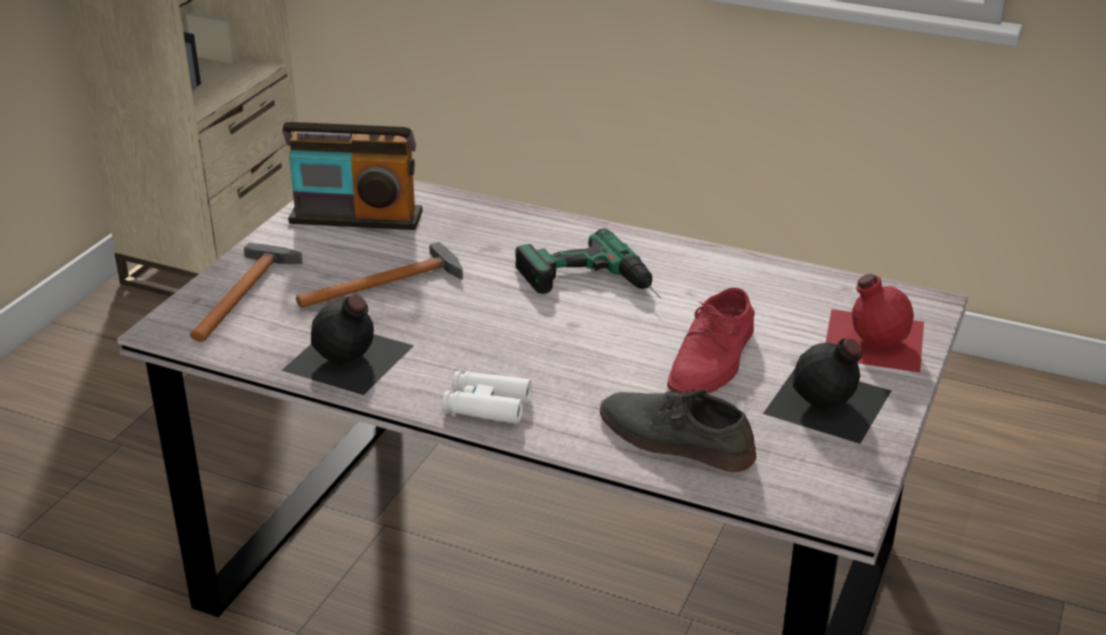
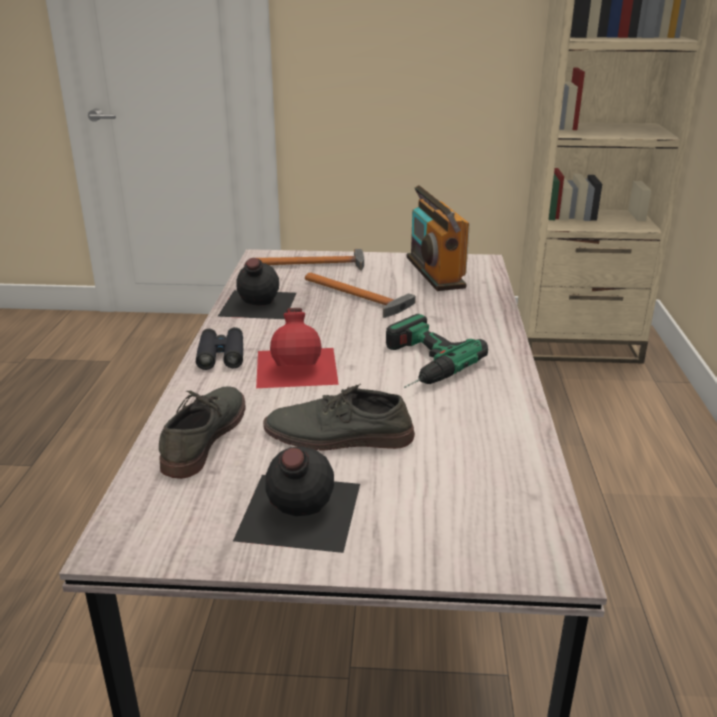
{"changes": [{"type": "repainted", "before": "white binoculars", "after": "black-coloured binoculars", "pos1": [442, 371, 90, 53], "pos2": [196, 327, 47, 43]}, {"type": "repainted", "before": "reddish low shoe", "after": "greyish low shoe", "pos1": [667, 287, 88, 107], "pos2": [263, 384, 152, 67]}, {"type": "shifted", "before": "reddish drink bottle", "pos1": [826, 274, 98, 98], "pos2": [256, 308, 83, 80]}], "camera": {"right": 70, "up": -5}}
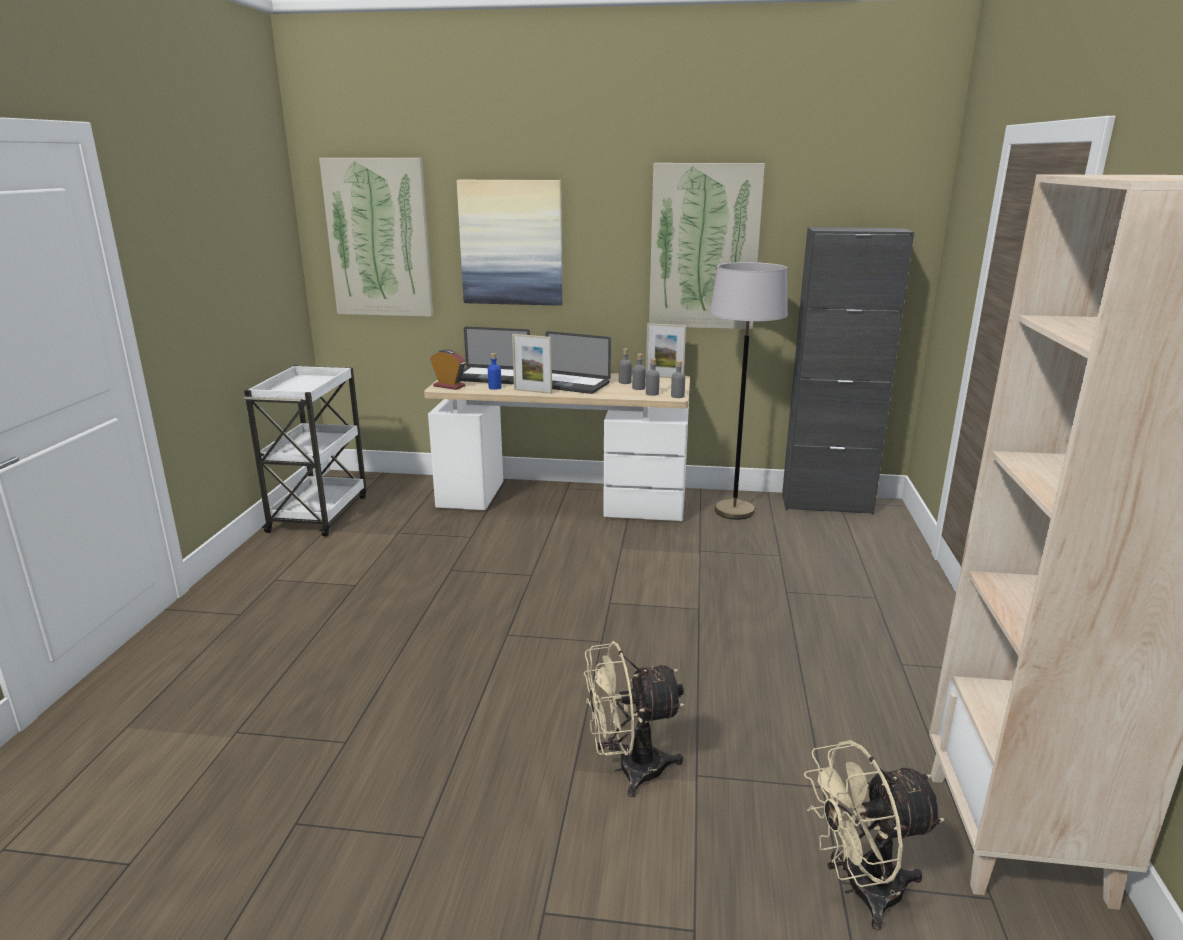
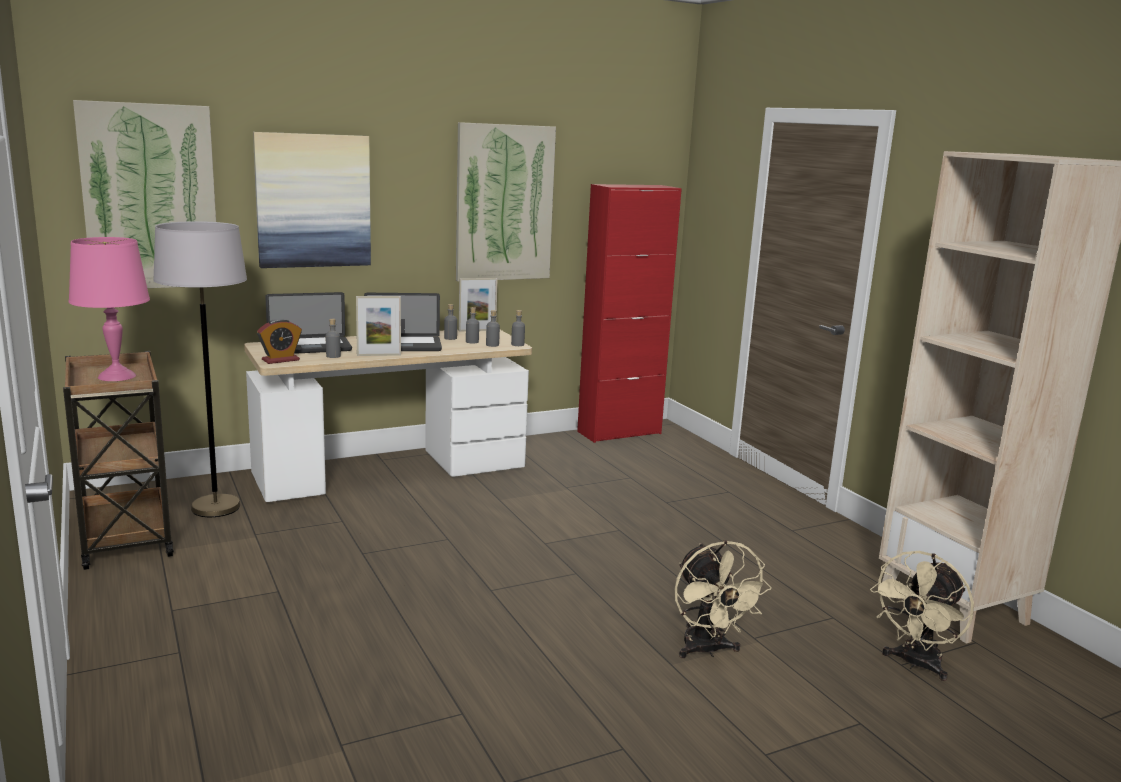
{"changes": [{"type": "repainted", "before": "white wheeled cart", "after": "brown wheeled cart", "pos1": [244, 365, 122, 171], "pos2": [63, 351, 111, 219]}, {"type": "rotated", "before": "bedside clock", "pos1": [430, 349, 35, 41], "pos2": [257, 319, 45, 45], "turn": 150}, {"type": "repainted", "before": "blue-coloured drink bottle", "after": "greyish drink bottle", "pos1": [488, 353, 14, 37], "pos2": [326, 319, 15, 39]}, {"type": "rotated", "before": "sand-coloured cooling fan", "pos1": [584, 641, 100, 157], "pos2": [674, 540, 98, 118], "turn": -60}, {"type": "shifted", "before": "greyish standard lamp", "pos1": [710, 262, 78, 258], "pos2": [153, 221, 94, 296]}, {"type": "repainted", "before": "black-coloured storage cabinet", "after": "reddish storage cabinet", "pos1": [782, 227, 132, 288], "pos2": [577, 184, 105, 259]}, {"type": "new", "after": "pinkish tabletop lamp", "pos2": [69, 237, 81, 144]}], "camera": {"right": -35, "up": -5}}
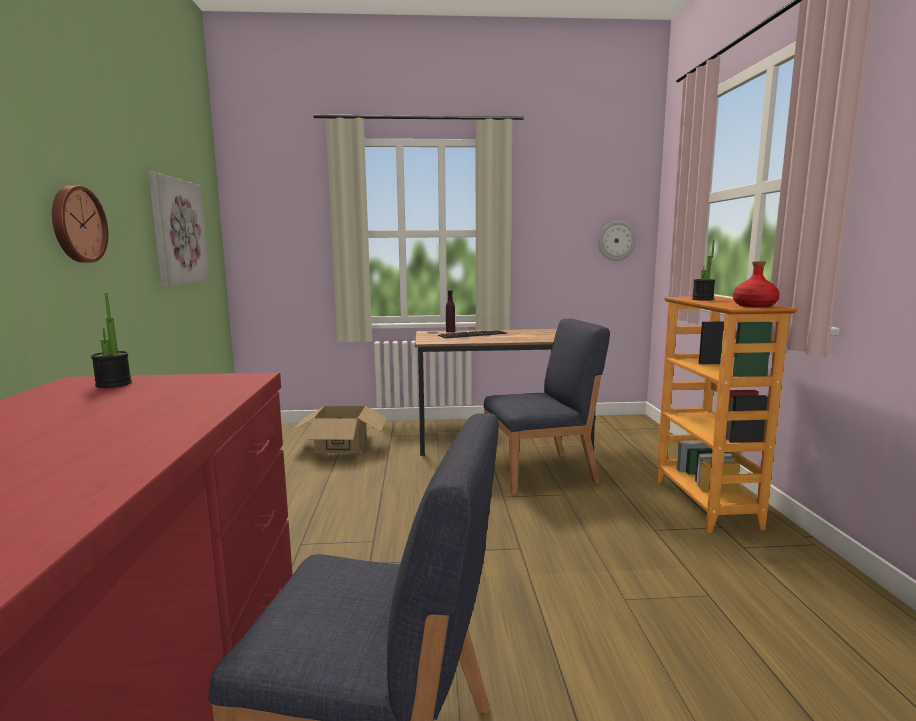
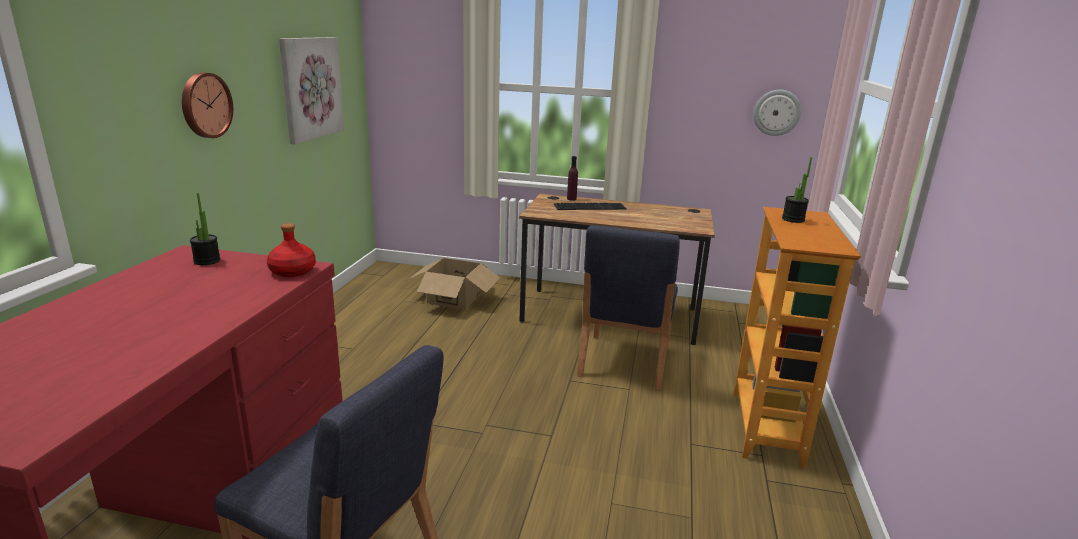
{"changes": [{"type": "rotated", "before": "blue-coloured chair", "pos1": [484, 318, 126, 177], "pos2": [577, 225, 103, 166], "turn": 105}, {"type": "shifted", "before": "reddish drink bottle", "pos1": [733, 261, 47, 46], "pos2": [267, 223, 49, 54]}], "camera": {"right": 15, "up": 10}}
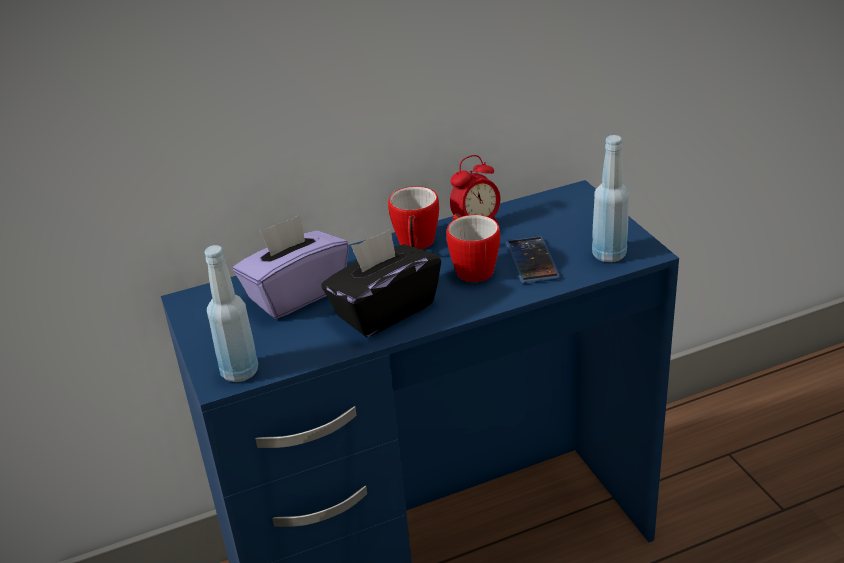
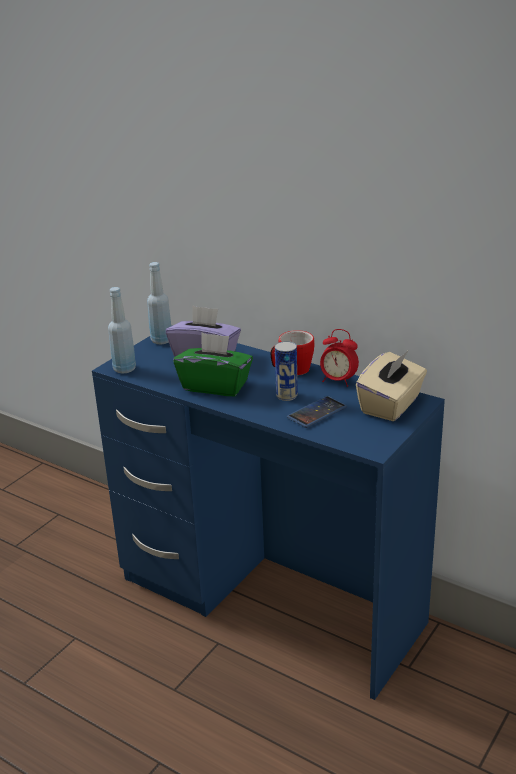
{"changes": [{"type": "repainted", "before": "black-coloured box of tissues", "after": "greenish box of tissues", "pos1": [321, 229, 120, 108], "pos2": [173, 332, 80, 64]}, {"type": "swapped", "before": "tea mug", "after": "can", "pos1": [446, 213, 54, 69], "pos2": [275, 341, 23, 60]}, {"type": "shifted", "before": "blue-coloured drink bottle", "pos1": [592, 135, 37, 127], "pos2": [147, 262, 24, 82]}, {"type": "new", "after": "sand-coloured box of tissues", "pos2": [356, 351, 71, 70]}], "camera": {"right": 55, "up": -5}}
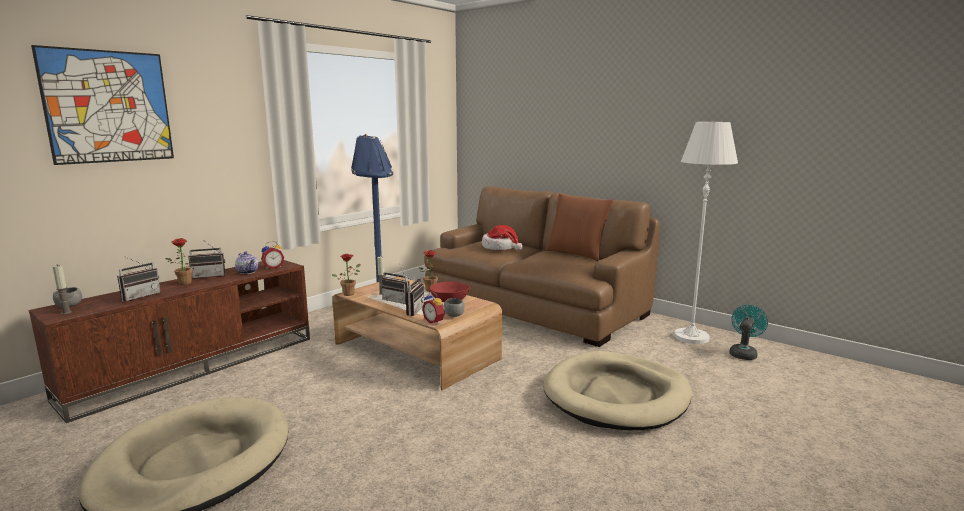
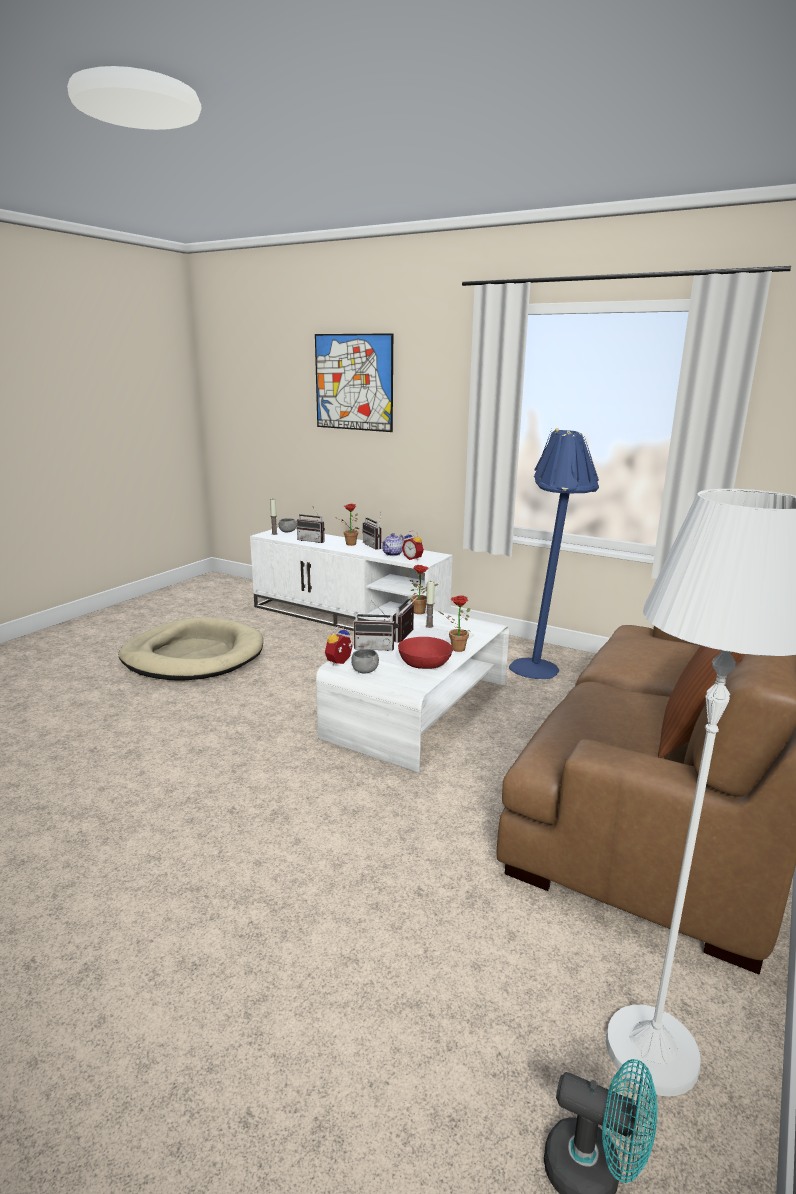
{"changes": [{"type": "repainted", "before": "brown tv stand", "after": "white tv stand", "pos1": [29, 260, 281, 163], "pos2": [250, 527, 203, 104]}, {"type": "repainted", "before": "brown lounge table", "after": "white lounge table", "pos1": [332, 277, 170, 113], "pos2": [316, 609, 193, 164]}, {"type": "gone", "before": "clothing hat", "pos1": [482, 225, 41, 26]}, {"type": "gone", "before": "sand-coloured dog bed", "pos1": [543, 351, 149, 79]}], "camera": {"right": 80, "up": 5}}
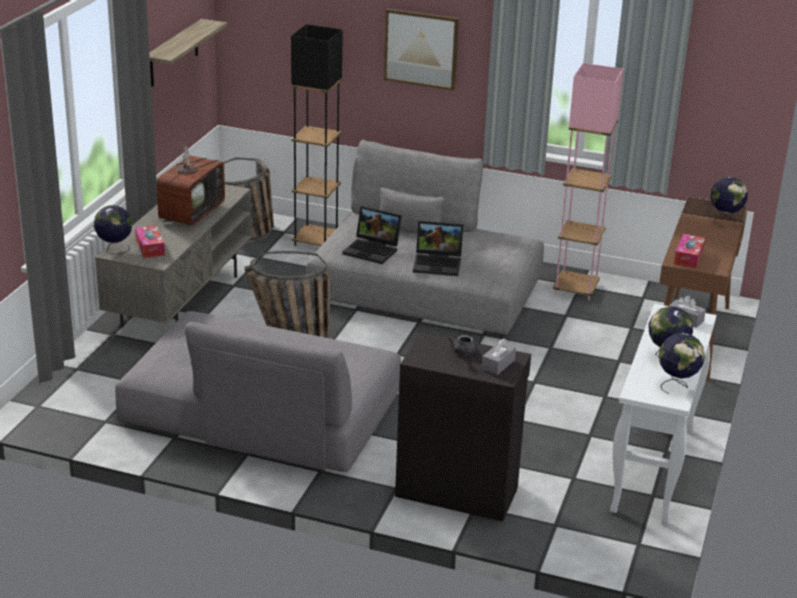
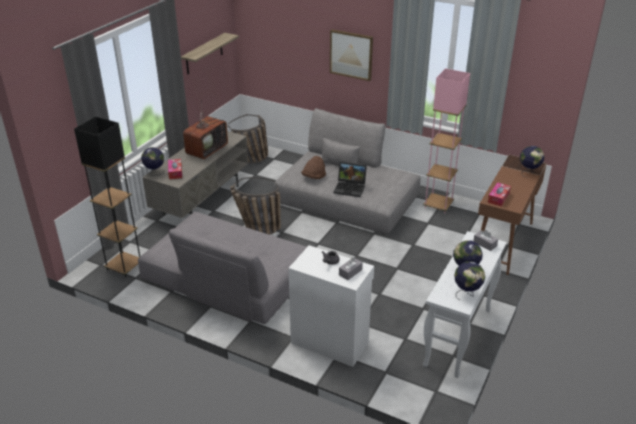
{"changes": [{"type": "shifted", "before": "black-coloured standard lamp", "pos1": [291, 24, 52, 222], "pos2": [74, 117, 66, 160]}, {"type": "swapped", "before": "portable computer", "after": "brown clothing hat", "pos1": [342, 206, 60, 58], "pos2": [301, 156, 25, 23]}, {"type": "repainted", "before": "black-coloured storage cabinet", "after": "white storage cabinet", "pos1": [395, 332, 136, 190], "pos2": [288, 245, 86, 122]}], "camera": {"right": 10, "up": 5}}
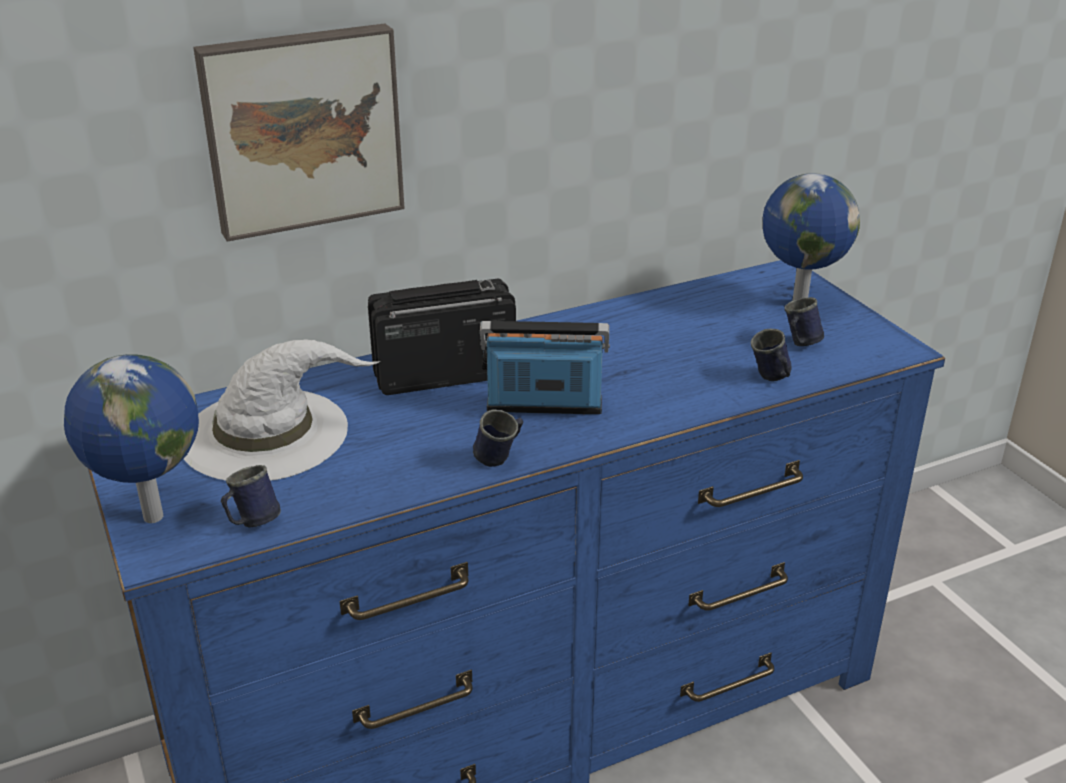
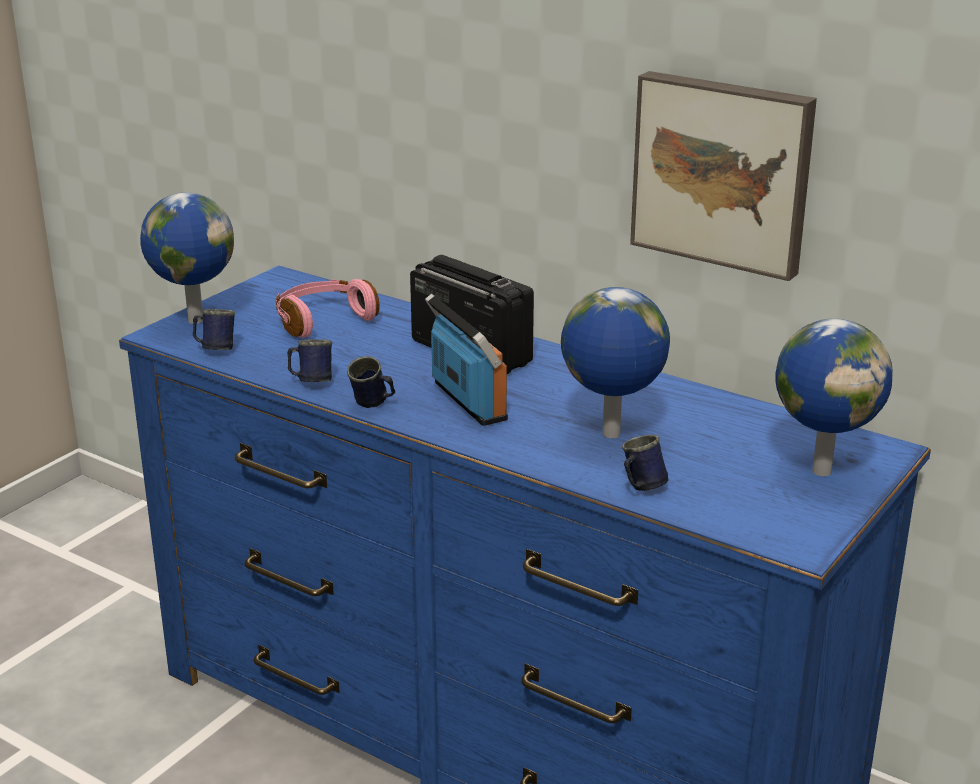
{"changes": [{"type": "swapped", "before": "white clothing hat", "after": "pinkish headphones", "pos1": [184, 339, 196, 142], "pos2": [276, 279, 104, 59]}, {"type": "shifted", "before": "wall picture", "pos1": [193, 24, 212, 218], "pos2": [630, 71, 187, 210]}, {"type": "shifted", "before": "blue-coloured tea mug", "pos1": [784, 297, 40, 49], "pos2": [287, 339, 45, 43]}, {"type": "new", "after": "globe", "pos2": [561, 287, 109, 151]}], "camera": {"right": 60, "up": -5}}
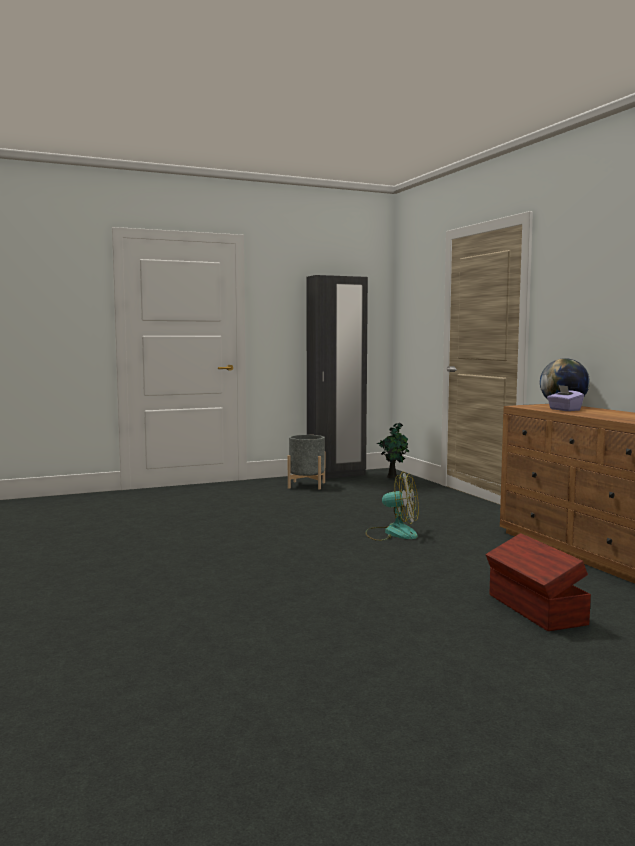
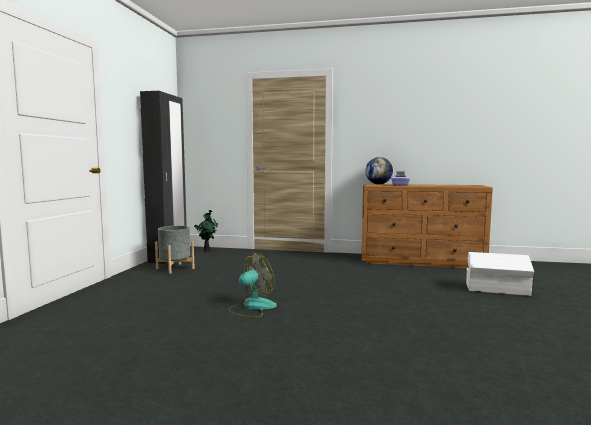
{"changes": [{"type": "shifted", "before": "cooling fan", "pos1": [365, 472, 54, 69], "pos2": [229, 252, 48, 65]}, {"type": "repainted", "before": "brown storage bin", "after": "white storage bin", "pos1": [485, 533, 106, 98], "pos2": [466, 252, 68, 44]}], "camera": {"right": -55, "up": 0}}
